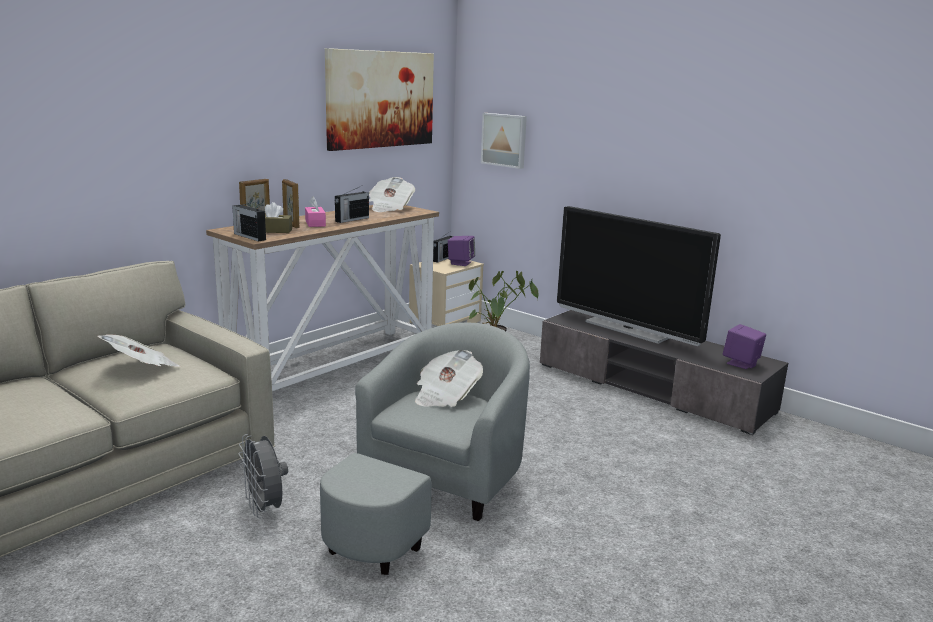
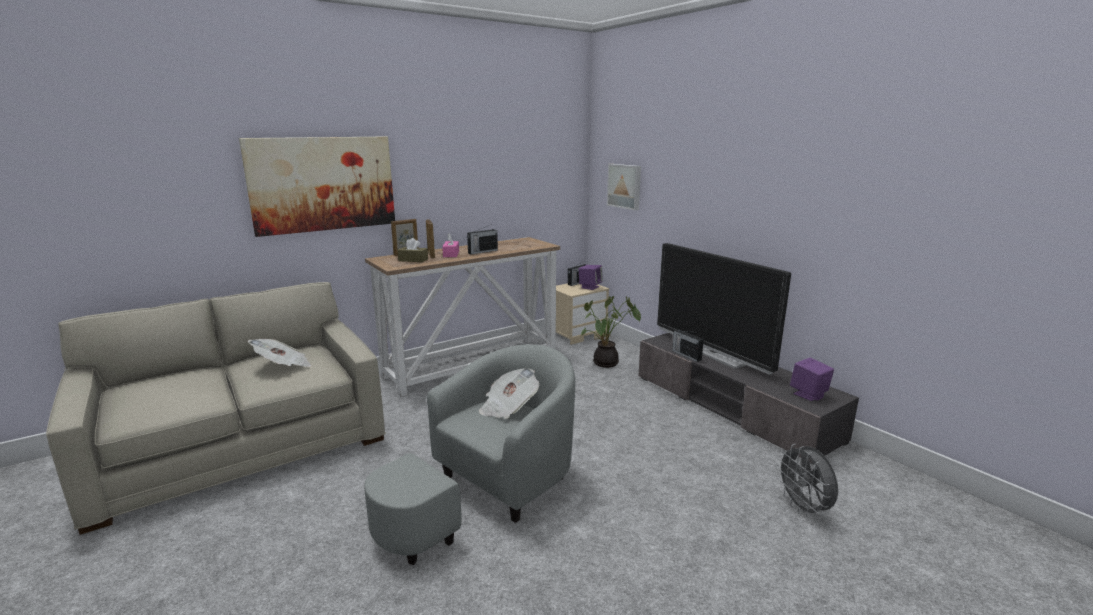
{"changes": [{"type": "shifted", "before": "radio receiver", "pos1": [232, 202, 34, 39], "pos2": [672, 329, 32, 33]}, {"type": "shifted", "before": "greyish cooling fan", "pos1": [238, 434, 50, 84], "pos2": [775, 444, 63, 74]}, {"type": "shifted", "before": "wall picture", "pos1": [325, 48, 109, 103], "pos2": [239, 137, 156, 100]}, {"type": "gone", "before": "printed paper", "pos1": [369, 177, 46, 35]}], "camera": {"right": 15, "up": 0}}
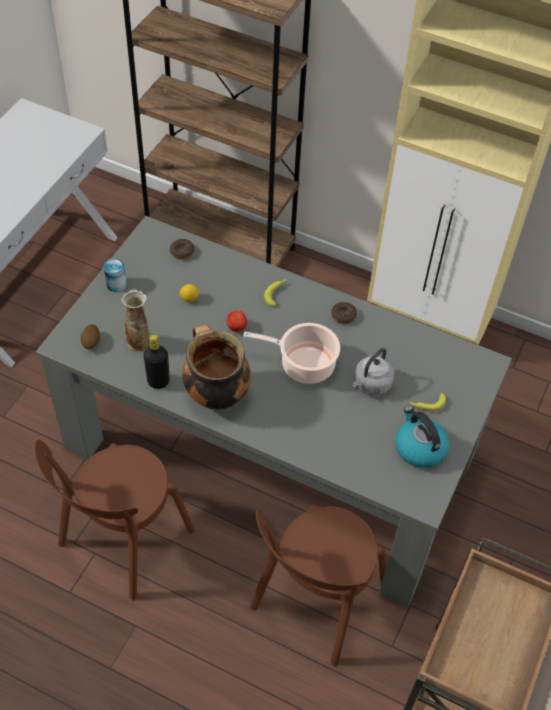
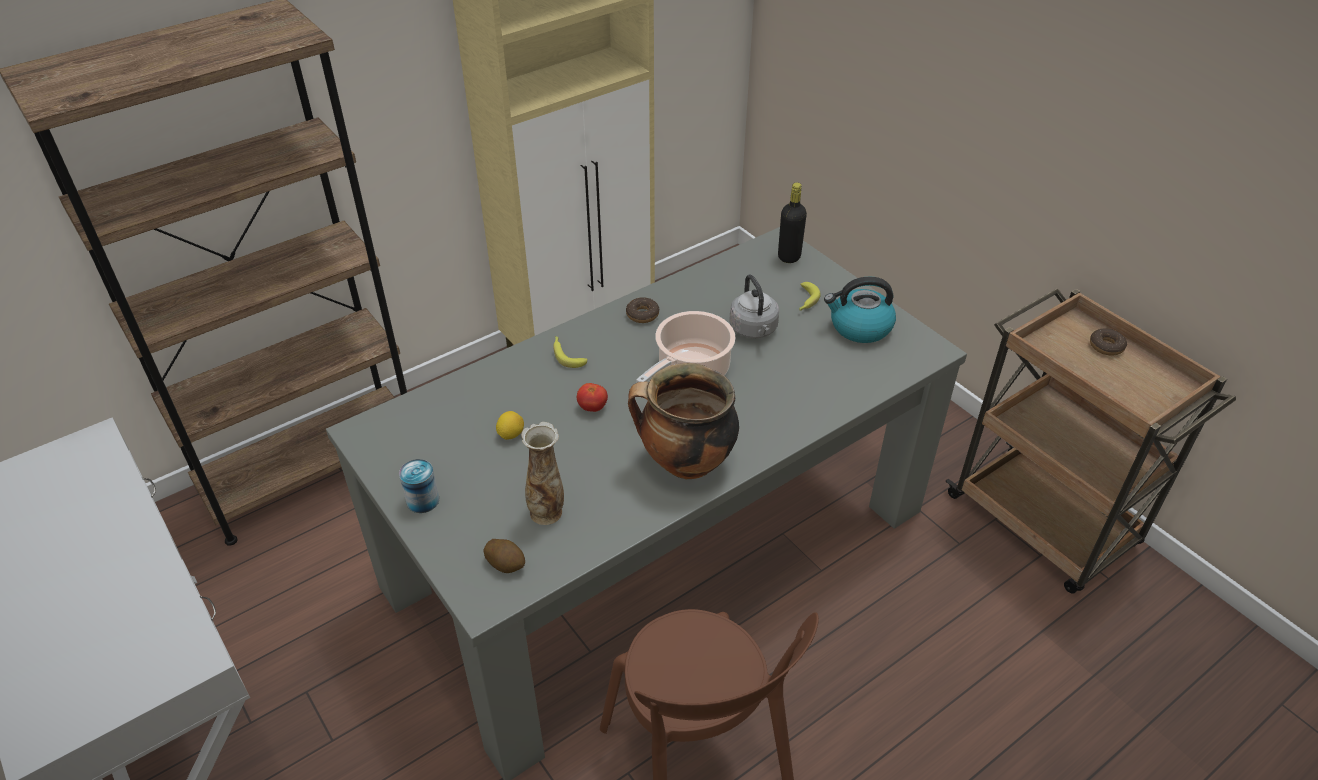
{"changes": [{"type": "shifted", "before": "black-coloured drink bottle", "pos1": [143, 334, 27, 55], "pos2": [778, 182, 29, 81]}, {"type": "shifted", "before": "doughnut", "pos1": [170, 239, 25, 21], "pos2": [1090, 328, 37, 27]}, {"type": "gone", "before": "brown chair", "pos1": [250, 504, 136, 163]}], "camera": {"right": -60, "up": -10}}
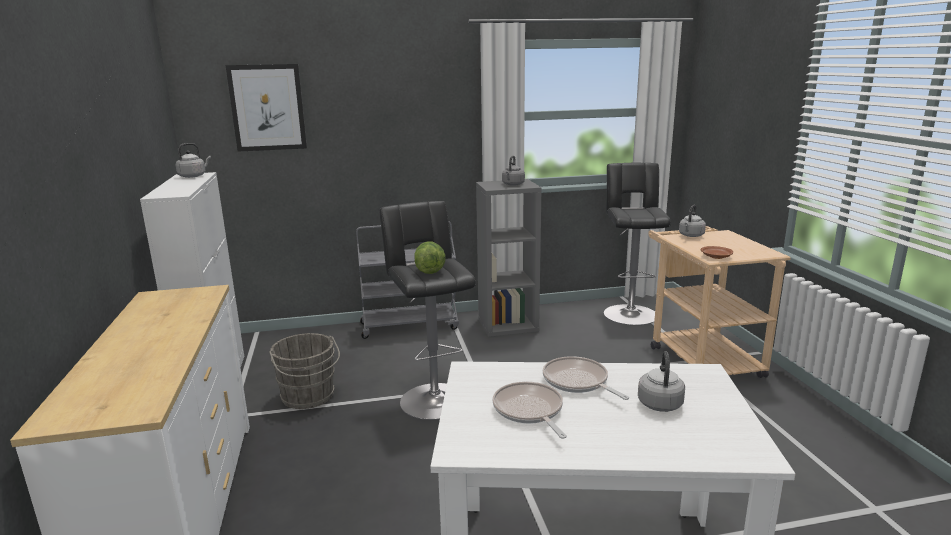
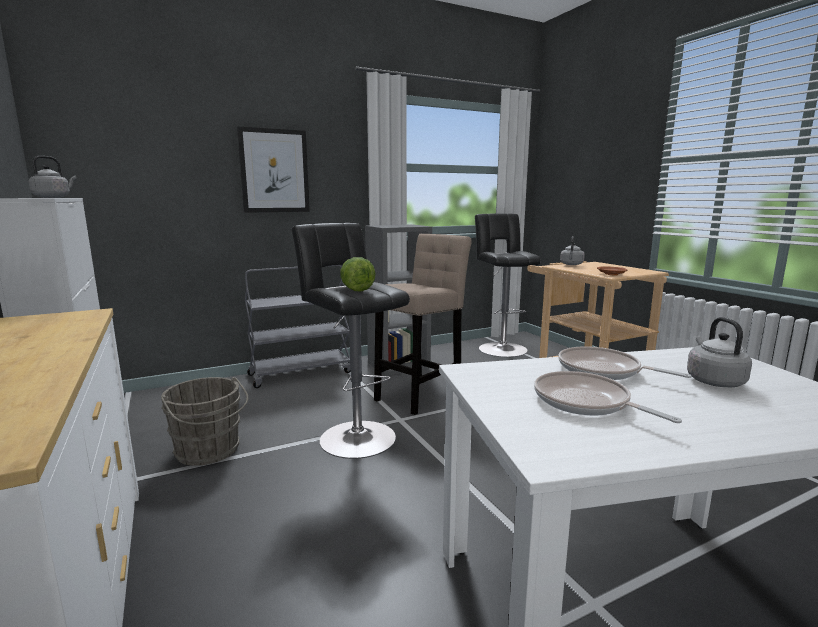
{"changes": [{"type": "shifted", "before": "wall picture", "pos1": [226, 64, 81, 88], "pos2": [237, 127, 73, 86]}, {"type": "gone", "before": "greyish water kettle", "pos1": [502, 156, 23, 30]}, {"type": "new", "after": "sand-coloured stool", "pos2": [374, 234, 98, 181]}], "camera": {"right": -15, "up": -5}}
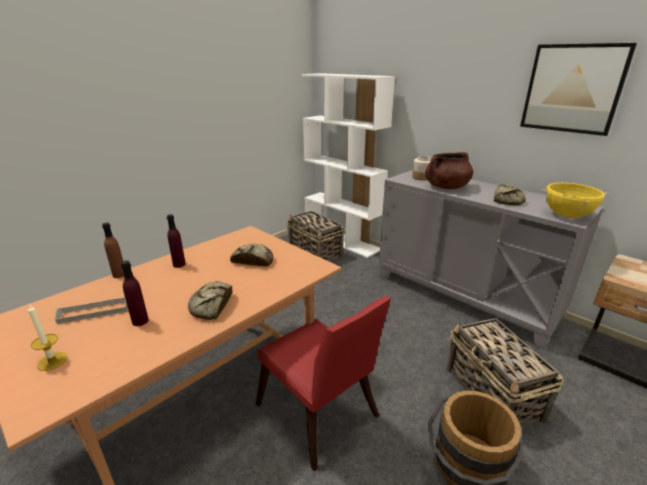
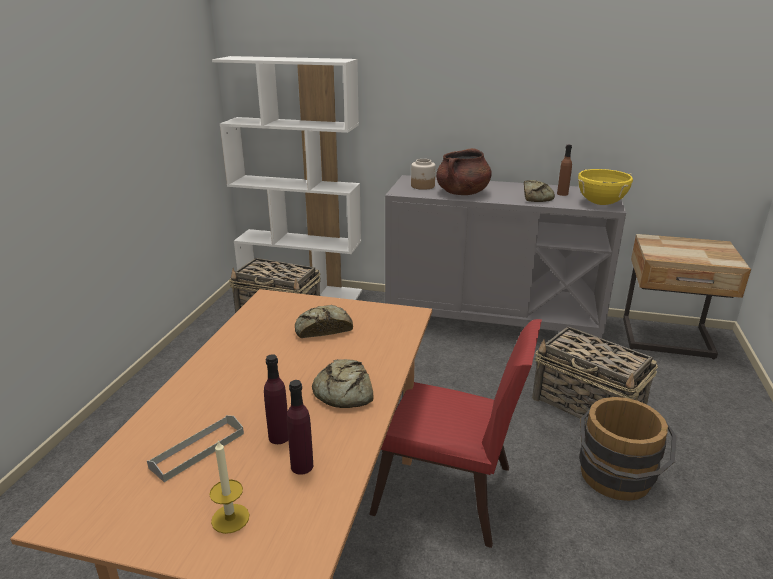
{"changes": [{"type": "shifted", "before": "brown drink bottle", "pos1": [102, 223, 22, 55], "pos2": [557, 145, 15, 51]}, {"type": "shifted", "before": "purple-coloured drink bottle", "pos1": [167, 214, 19, 54], "pos2": [287, 380, 26, 95]}, {"type": "gone", "before": "wall picture", "pos1": [520, 43, 117, 93]}], "camera": {"right": -30, "up": 0}}
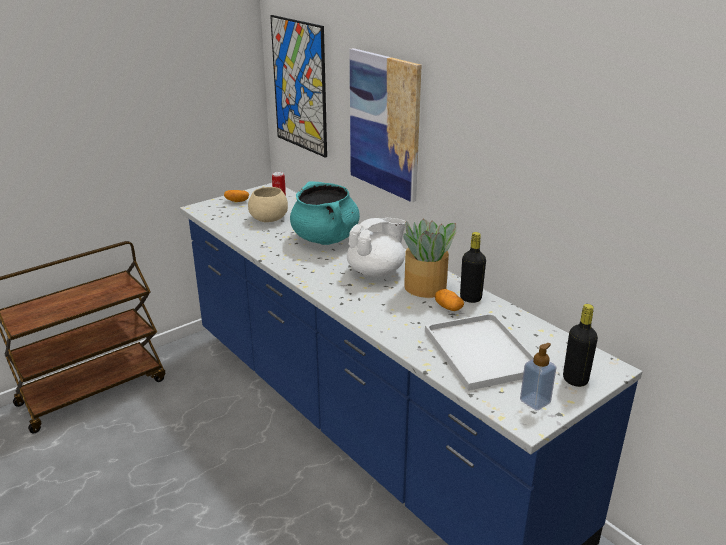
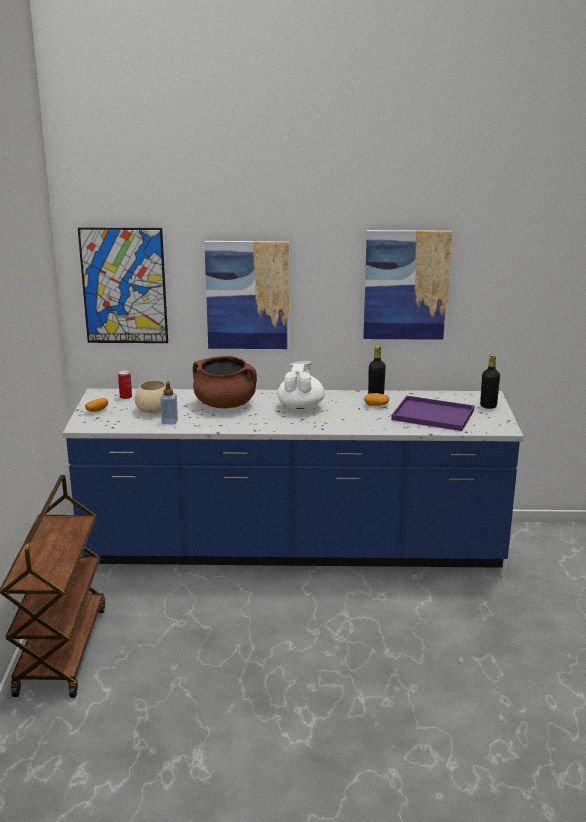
{"changes": [{"type": "repainted", "before": "turquoise-coloured cooking pot", "after": "brown cooking pot", "pos1": [290, 181, 70, 64], "pos2": [193, 356, 64, 52]}, {"type": "gone", "before": "houseplant", "pos1": [403, 219, 54, 79]}, {"type": "repainted", "before": "white carrying tray", "after": "purple-coloured carrying tray", "pos1": [425, 313, 109, 78], "pos2": [391, 396, 83, 35]}, {"type": "shifted", "before": "liquid soap bottle", "pos1": [520, 343, 37, 68], "pos2": [160, 381, 18, 43]}, {"type": "new", "after": "wall picture", "pos2": [363, 230, 89, 110]}], "camera": {"right": -50, "up": -5}}
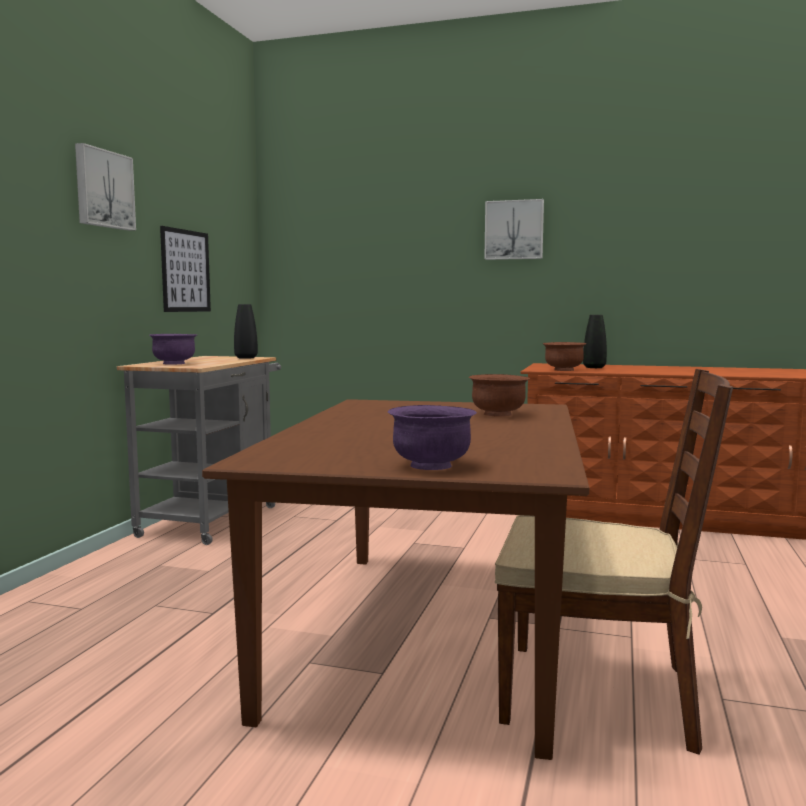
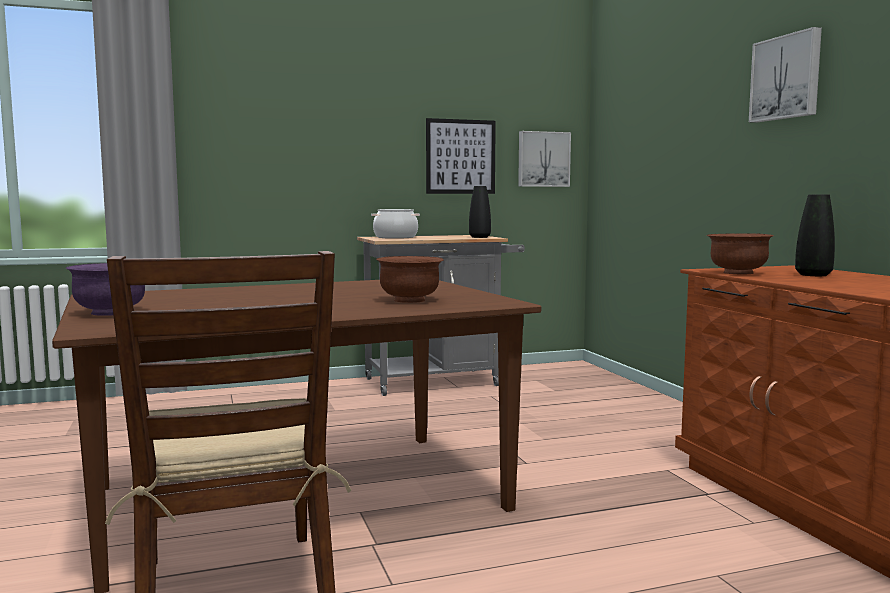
{"changes": [{"type": "shifted", "before": "wall picture", "pos1": [75, 143, 61, 88], "pos2": [518, 131, 53, 56]}, {"type": "swapped", "before": "purple-coloured serving bowl", "after": "cooking pot", "pos1": [149, 334, 48, 30], "pos2": [371, 209, 49, 30]}], "camera": {"right": 55, "up": 0}}
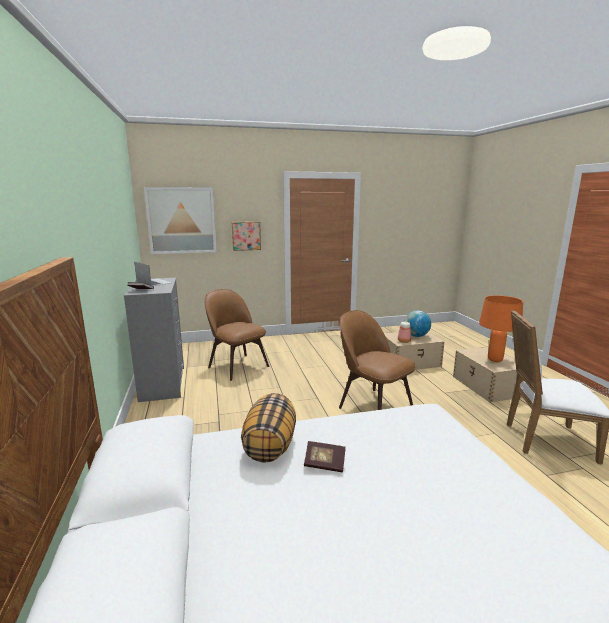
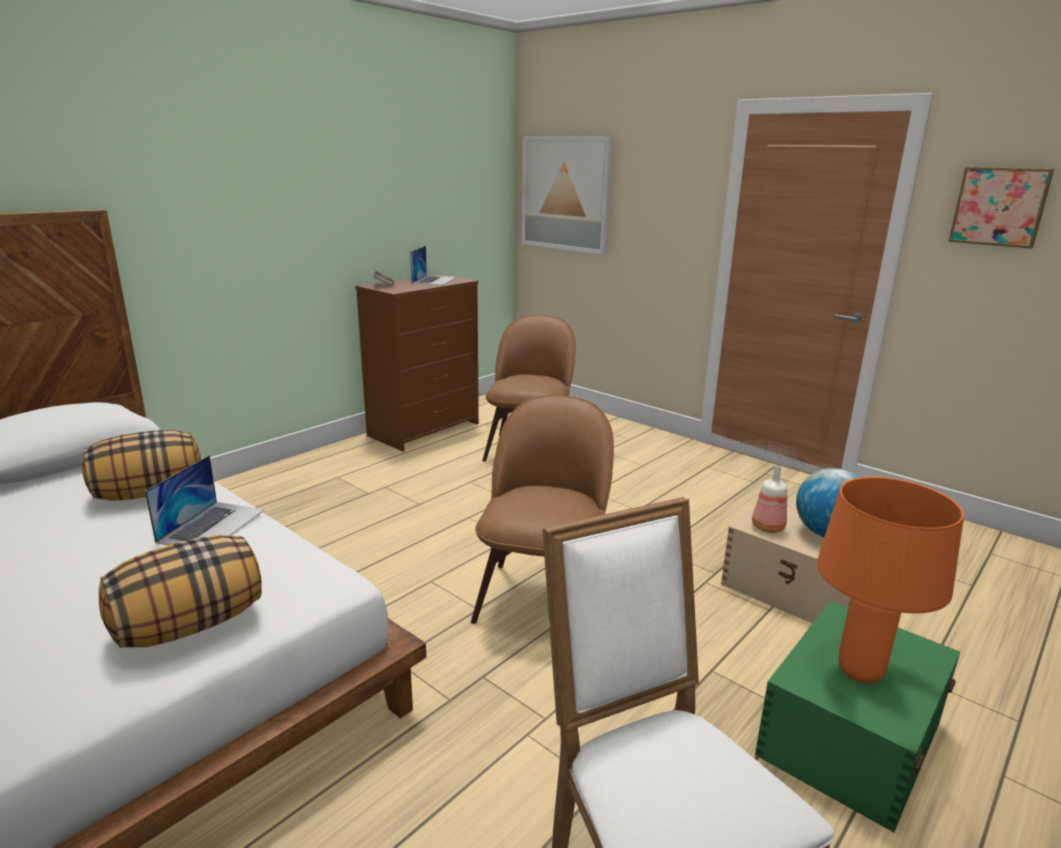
{"changes": [{"type": "repainted", "before": "greyish chest of drawers", "after": "brown chest of drawers", "pos1": [124, 278, 60, 124], "pos2": [355, 274, 124, 177]}, {"type": "shifted", "before": "wall picture", "pos1": [232, 221, 29, 30], "pos2": [948, 167, 106, 82]}, {"type": "gone", "before": "bound book", "pos1": [304, 441, 42, 31]}, {"type": "repainted", "before": "sand-coloured storage bin", "after": "greenish storage bin", "pos1": [453, 347, 71, 55], "pos2": [755, 601, 205, 231]}, {"type": "new", "after": "pillow", "pos2": [99, 535, 163, 113]}, {"type": "new", "after": "portable computer", "pos2": [145, 455, 119, 90]}], "camera": {"right": 55, "up": 5}}
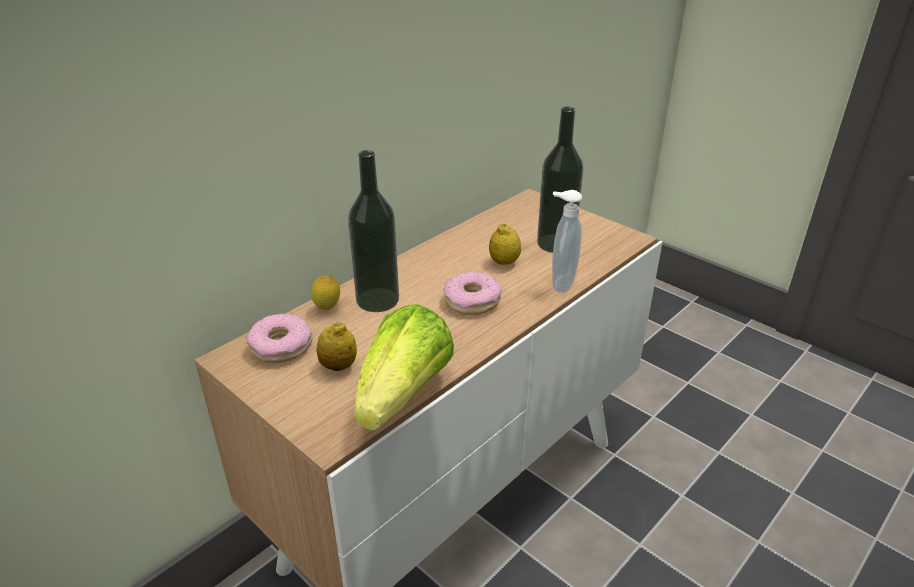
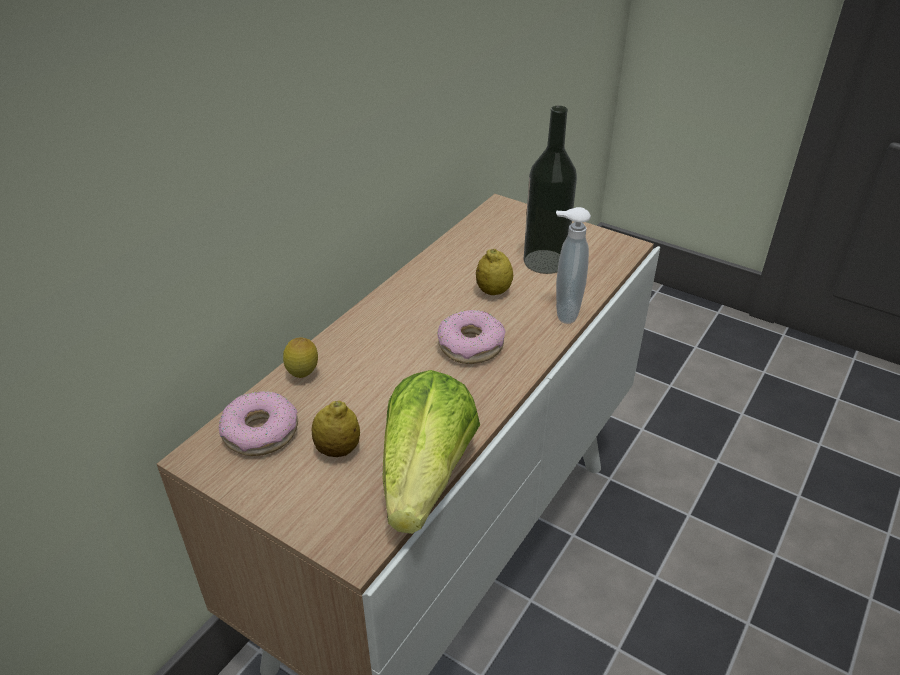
{"changes": [{"type": "gone", "before": "drink bottle", "pos1": [348, 150, 51, 162]}], "camera": {"right": -10, "up": 5}}
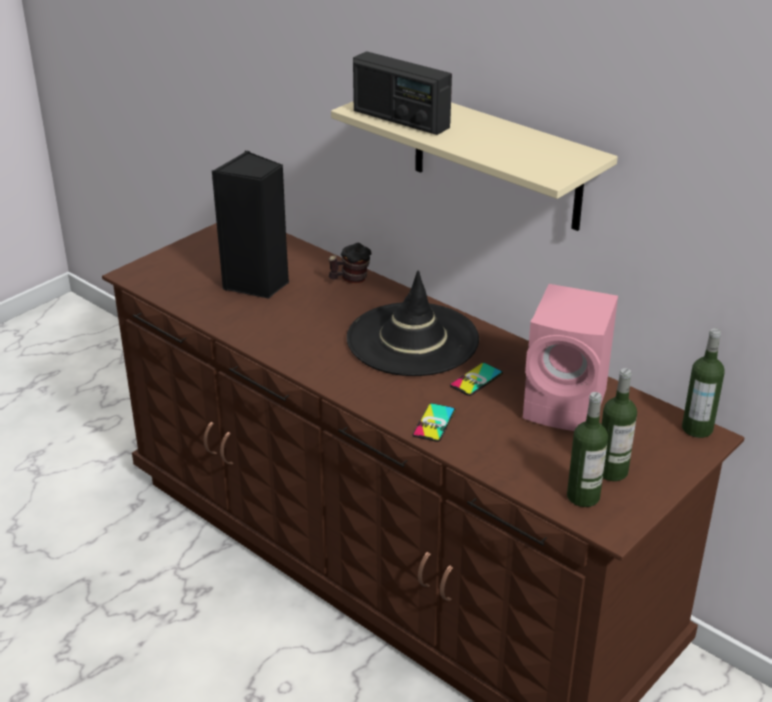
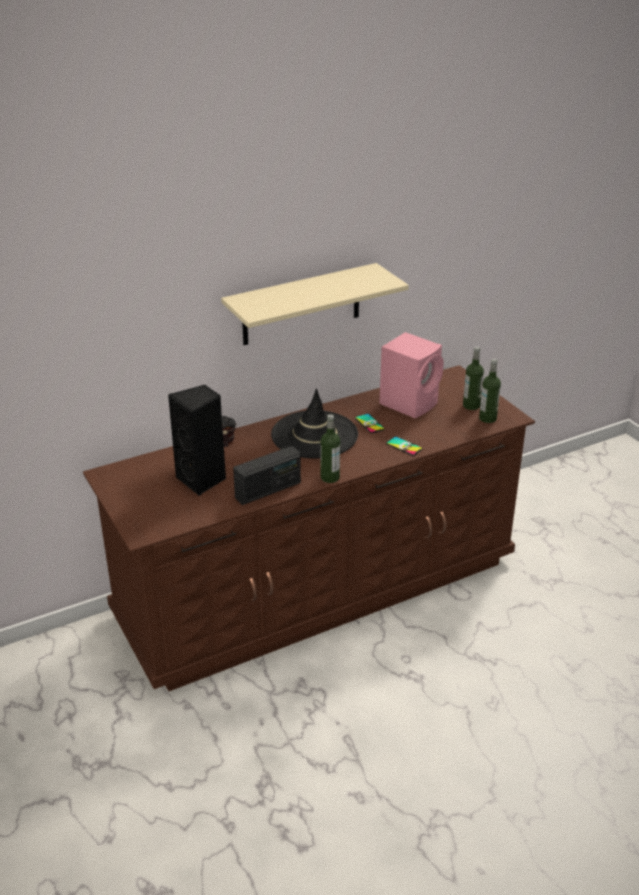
{"changes": [{"type": "shifted", "before": "radio receiver", "pos1": [353, 51, 99, 84], "pos2": [233, 446, 68, 59]}, {"type": "shifted", "before": "drink bottle", "pos1": [682, 328, 42, 110], "pos2": [321, 414, 19, 69]}], "camera": {"right": -70, "up": 0}}
